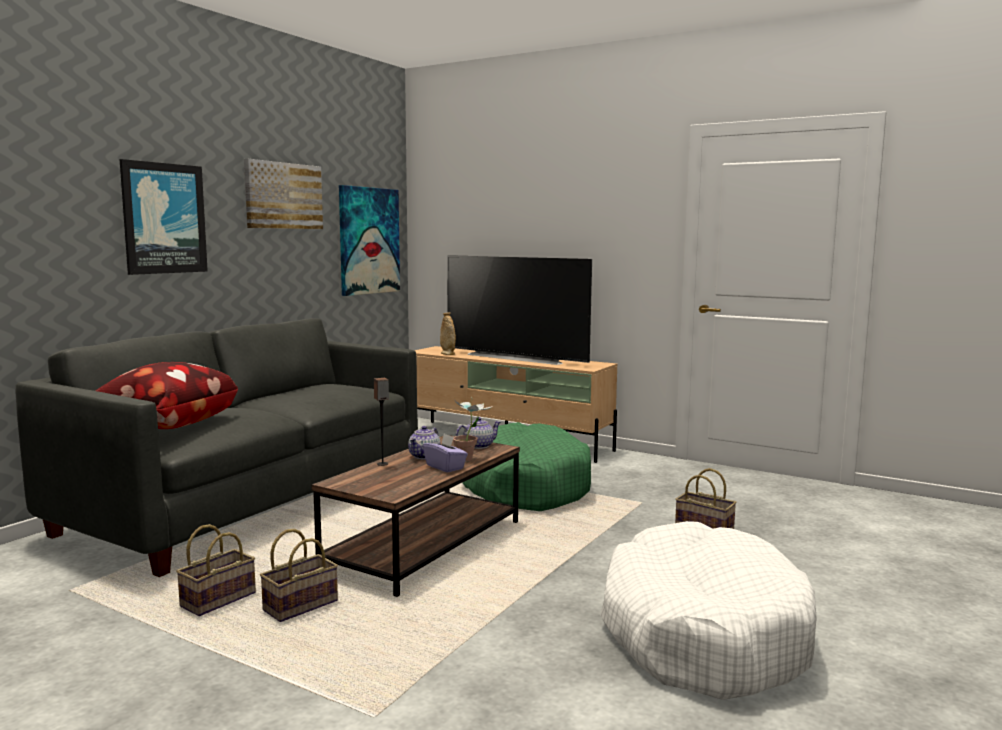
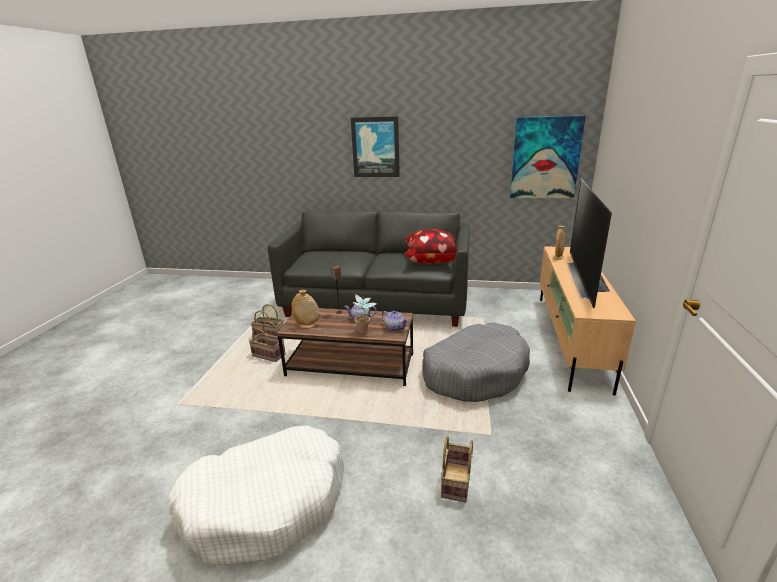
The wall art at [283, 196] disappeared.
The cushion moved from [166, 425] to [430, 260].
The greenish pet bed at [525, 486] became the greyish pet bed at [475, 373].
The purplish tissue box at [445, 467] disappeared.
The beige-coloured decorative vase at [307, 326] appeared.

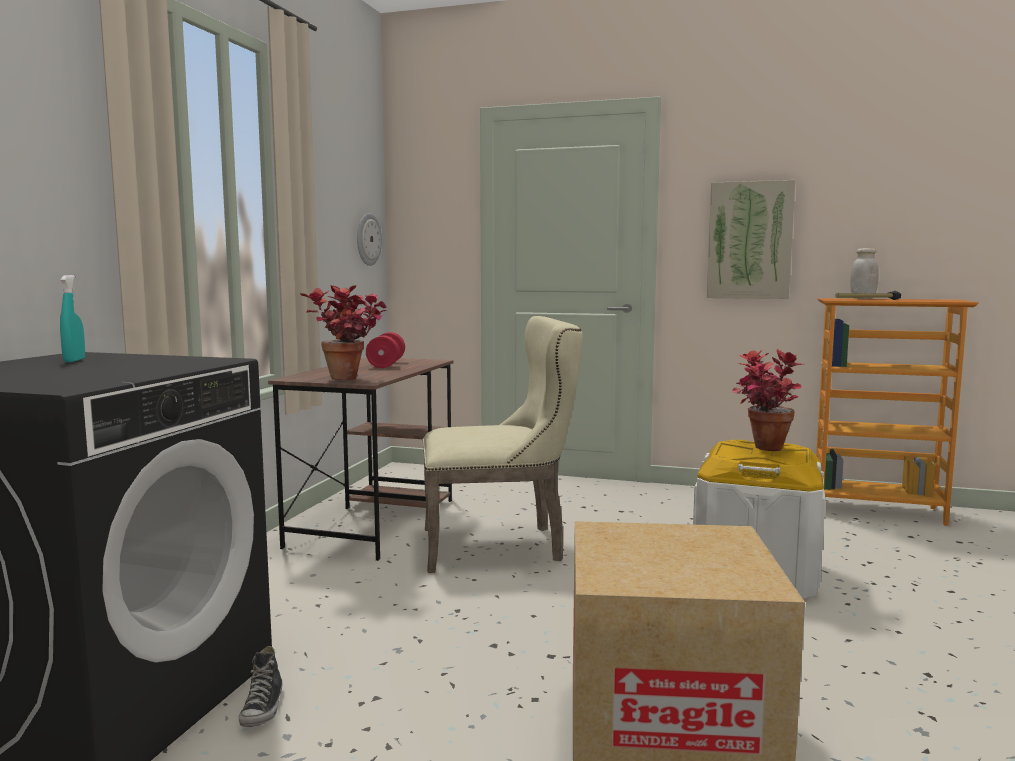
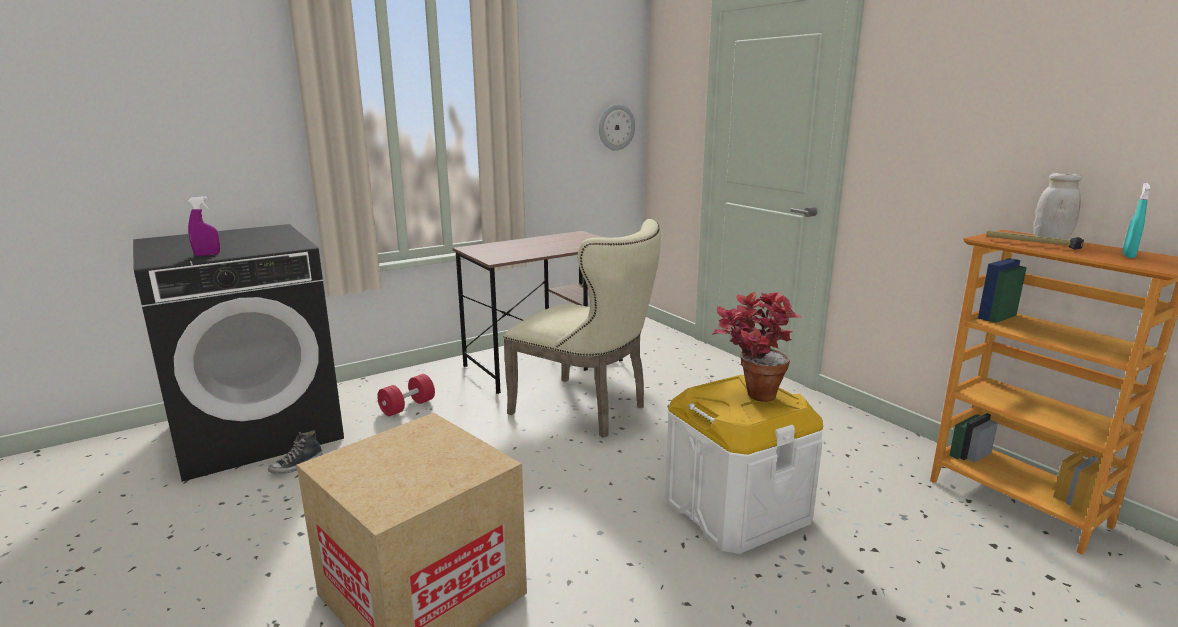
The wall art at [749, 240] disappeared.
The turquoise-coloured hand sprayer moved from [74, 360] to [1128, 255].
The plant in a pot at [350, 380] disappeared.
The reddish dumbbell moved from [386, 364] to [407, 407].
The purplish hand sprayer at [207, 254] appeared.

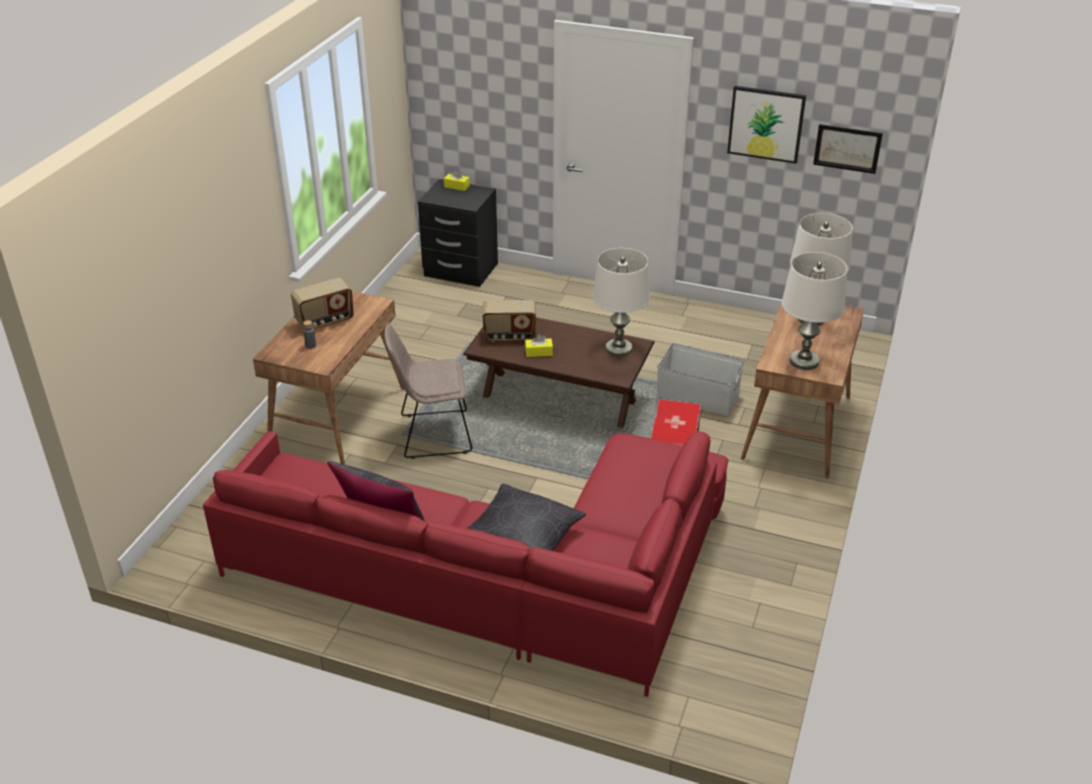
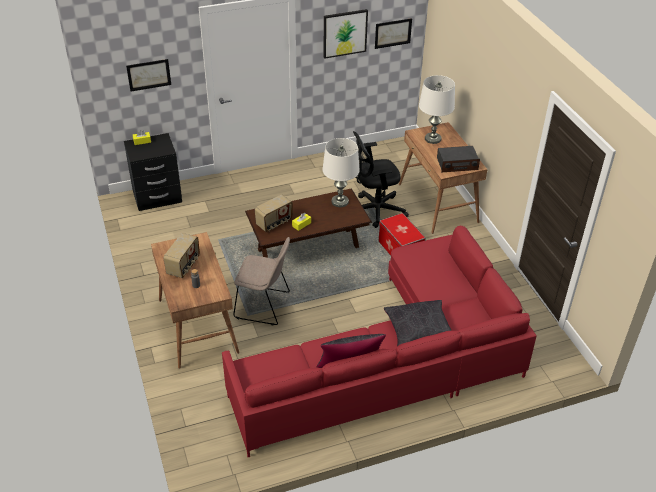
The white lamp for a table at [804, 361] was replaced by the radio at [457, 164].
The beige-coloured upright chair at [432, 434] turned 120 degrees counterclockwise.
The white storage box at [697, 396] was replaced by the blackish office chair at [374, 210].
The wall art at [149, 75] appeared.

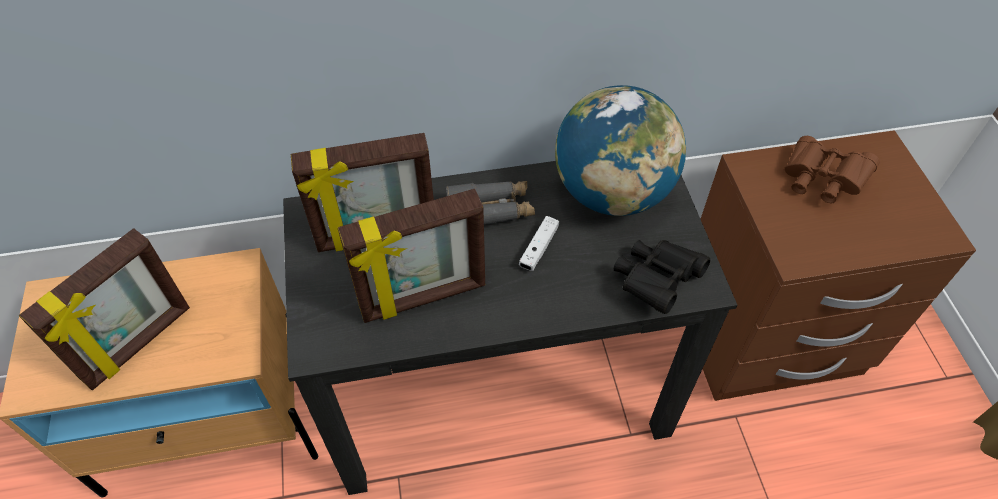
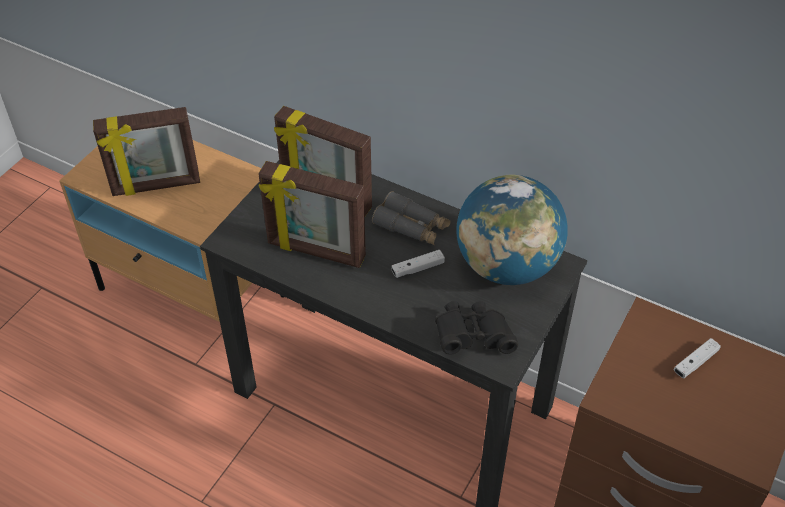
The brown-coloured binoculars at [820, 181] was replaced by the white gamepad at [695, 362].

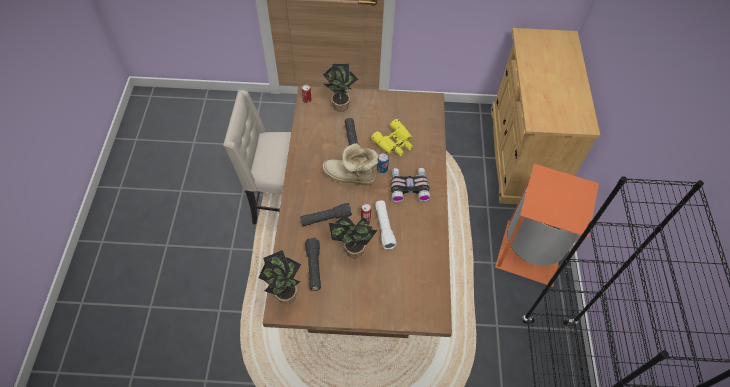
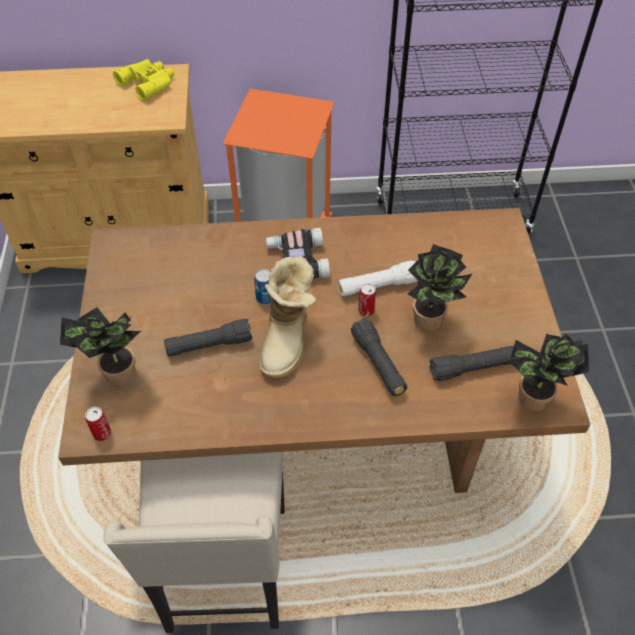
The yellow-coloured binoculars moved from [395, 142] to [149, 82].

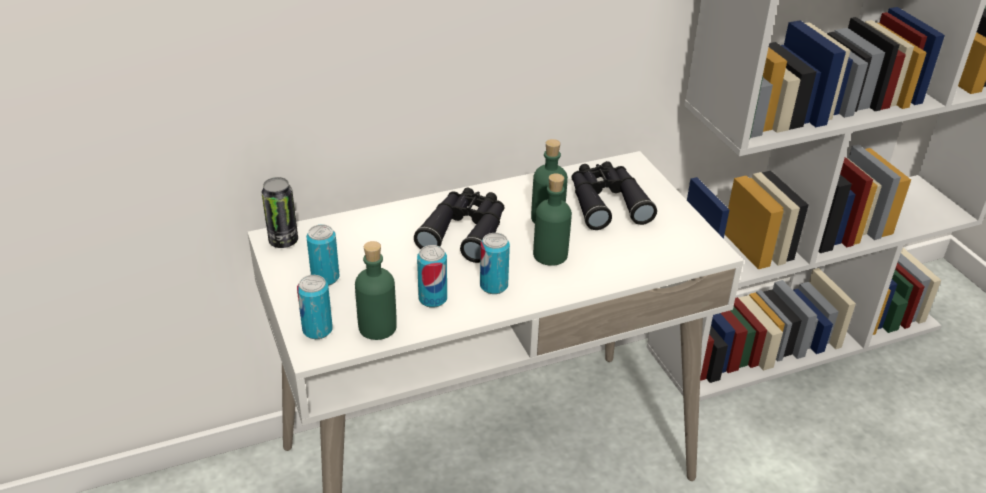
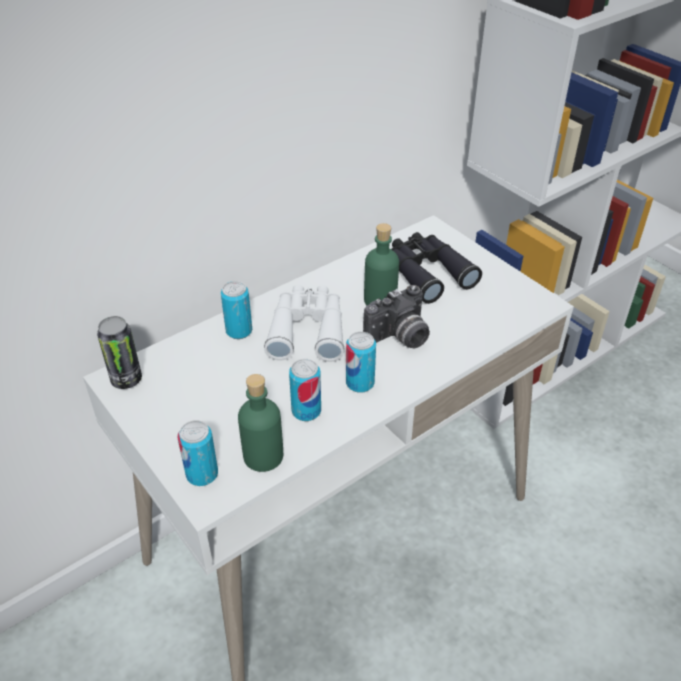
The greenish bottle at [550, 255] was replaced by the photo camera at [399, 338].
The blackish binoculars at [465, 231] became the white binoculars at [307, 330].
The metal can moved from [325, 278] to [239, 331].

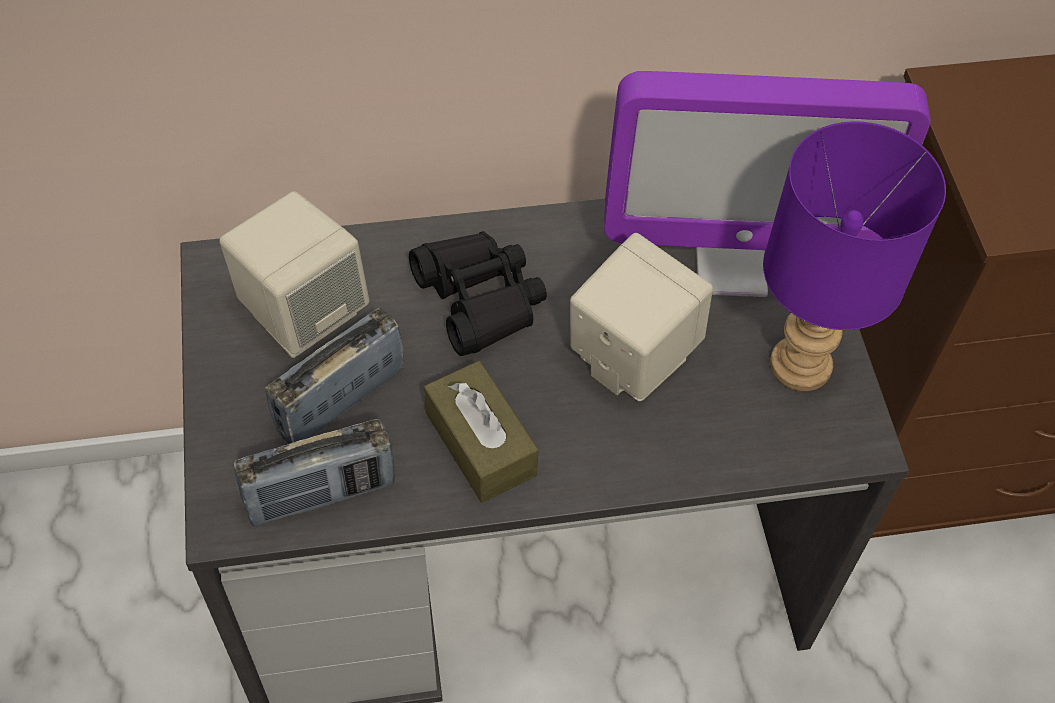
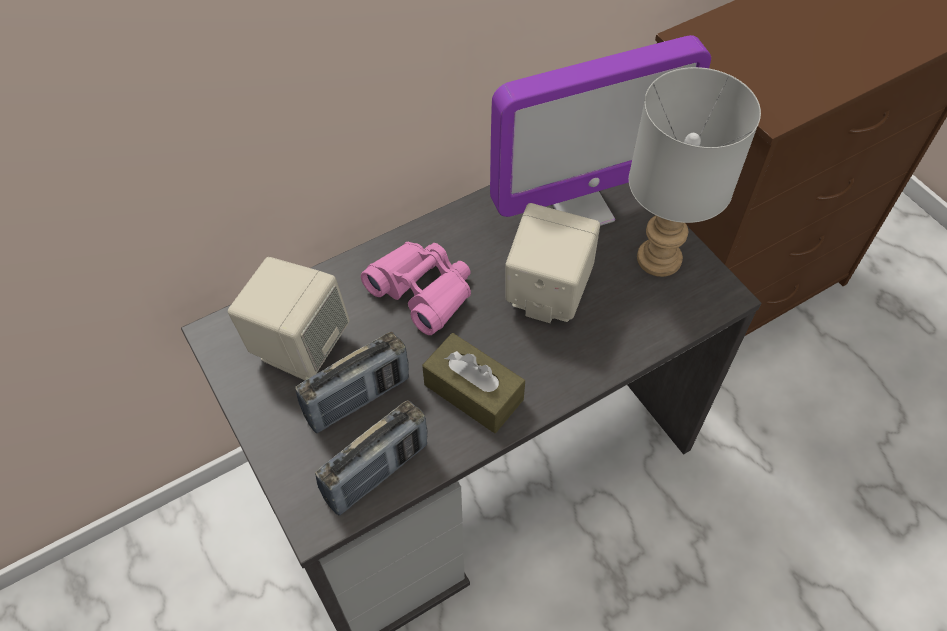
The purplish lamp for a table at [797, 365] became the greyish lamp for a table at [657, 259].
The blackish binoculars at [480, 299] became the pink-coloured binoculars at [422, 291].
The radio at [340, 400] turned 150 degrees counterclockwise.

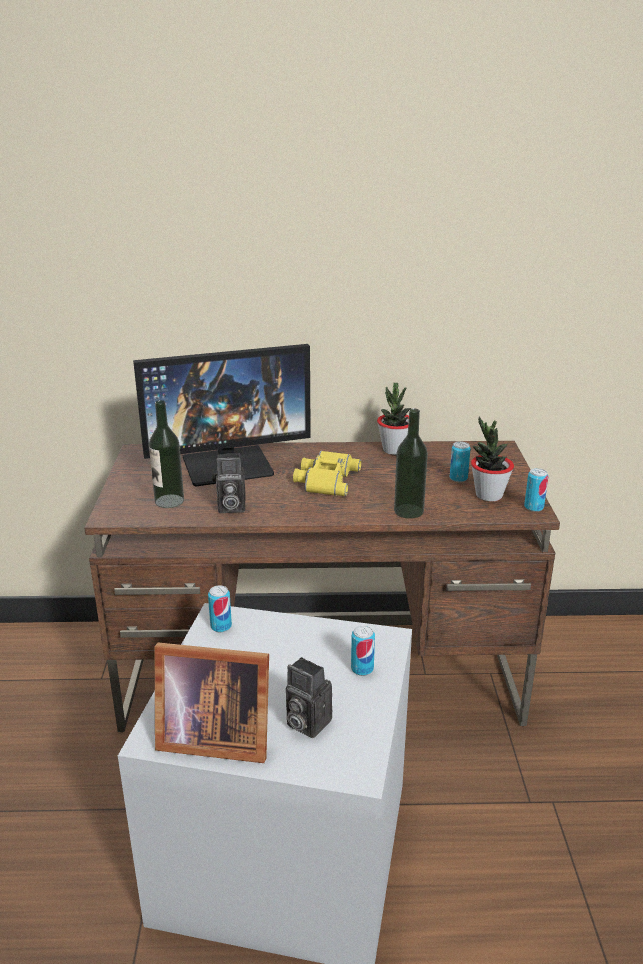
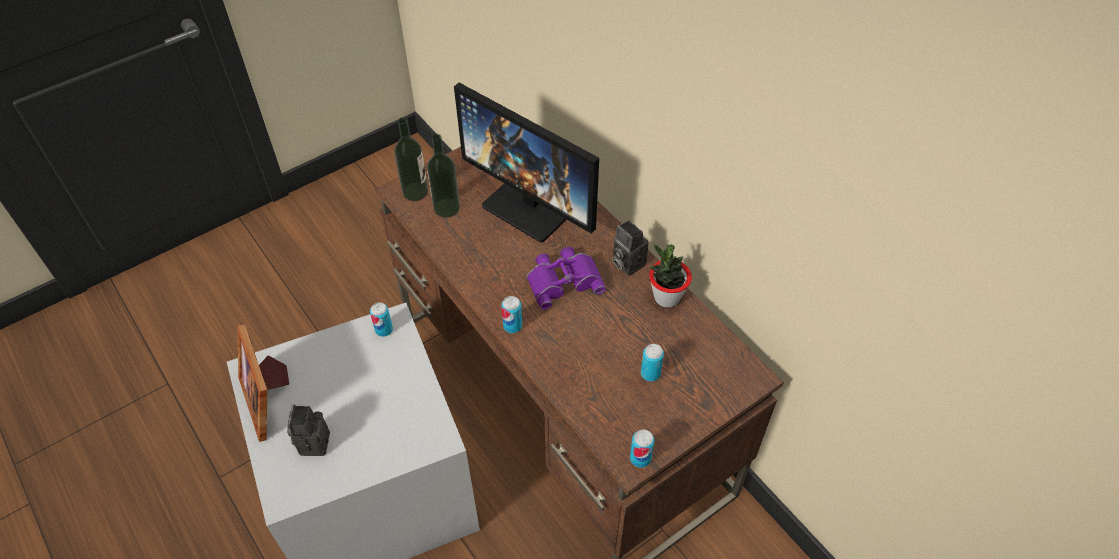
The bottle moved from [408, 511] to [415, 191].
The plant in a pot at [488, 495] disappeared.
The yellow-coloured binoculars at [325, 479] became the purplish binoculars at [563, 280].
The photo camera moved from [229, 507] to [626, 263].
The metal can moved from [362, 669] to [512, 326].

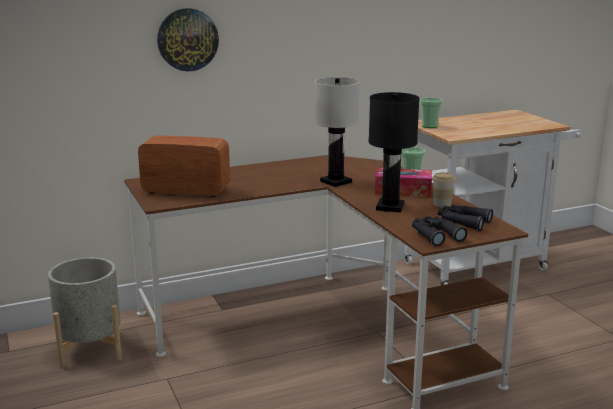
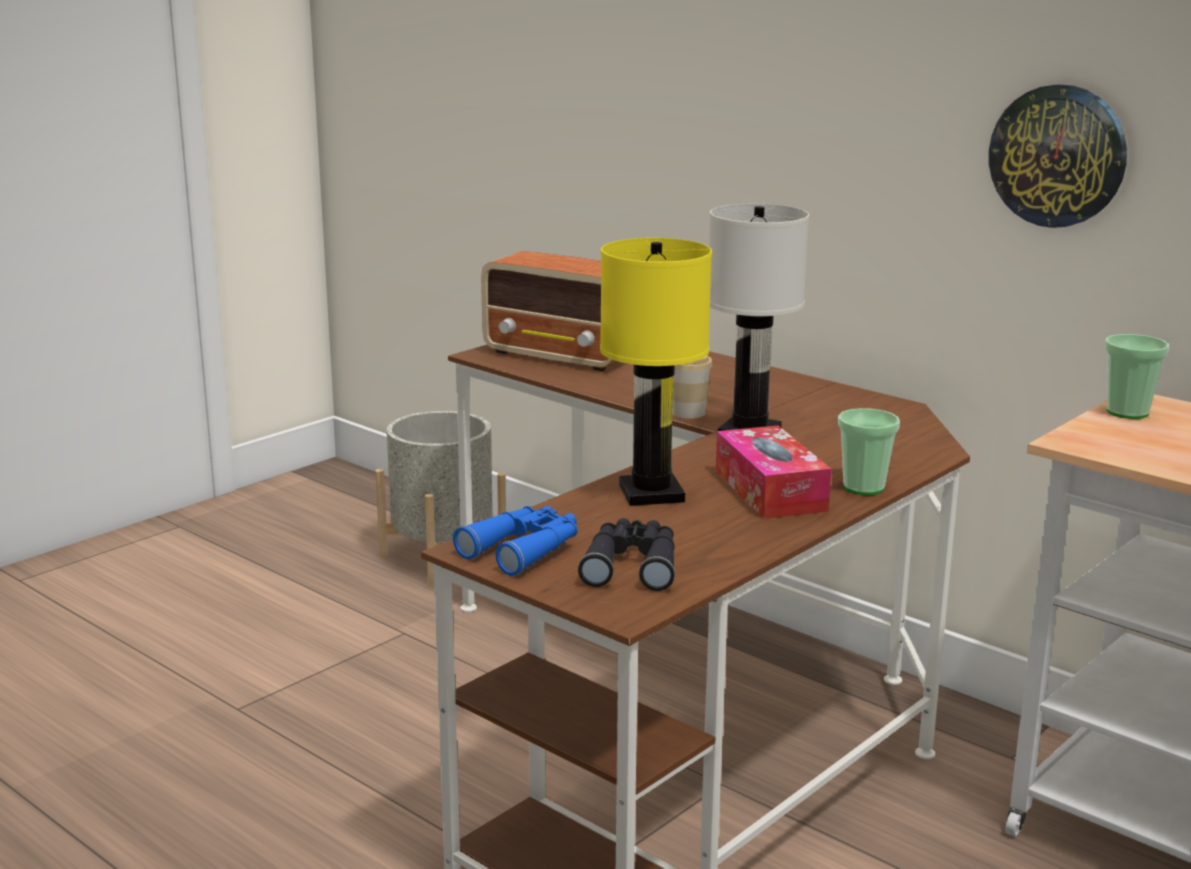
The hanging clock moved from [187, 39] to [1058, 156].
The blackish lamp for a table at [390, 207] became the yellow-coloured lamp for a table at [650, 494].
The radio at [185, 191] turned 135 degrees clockwise.
The drinking cup moved from [442, 204] to [688, 413].
The blackish binoculars at [435, 235] became the bluish binoculars at [524, 549].

